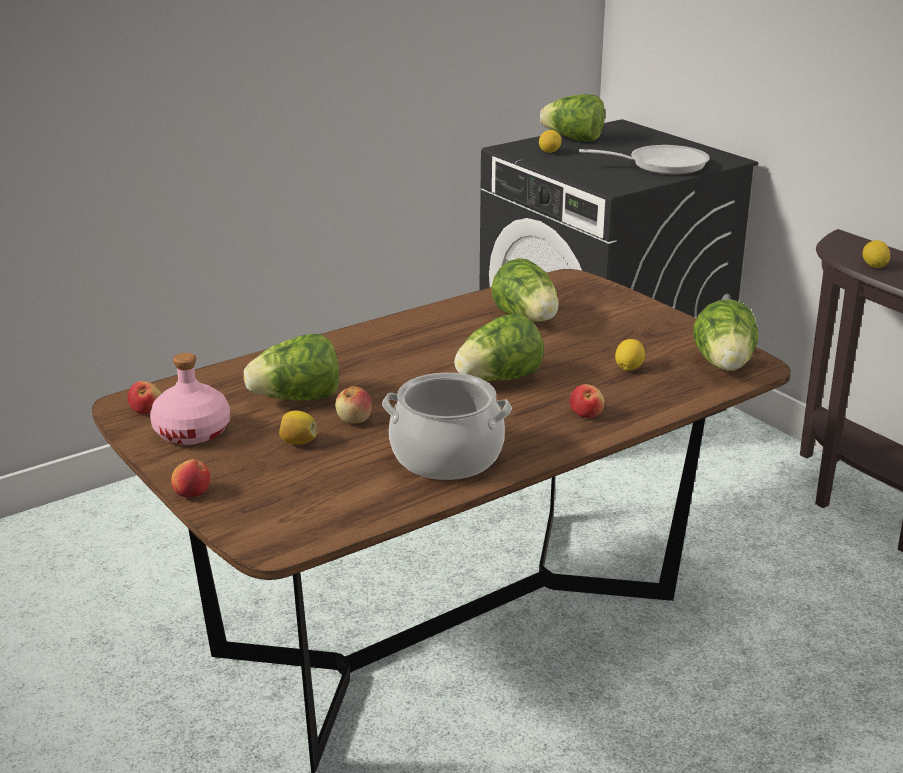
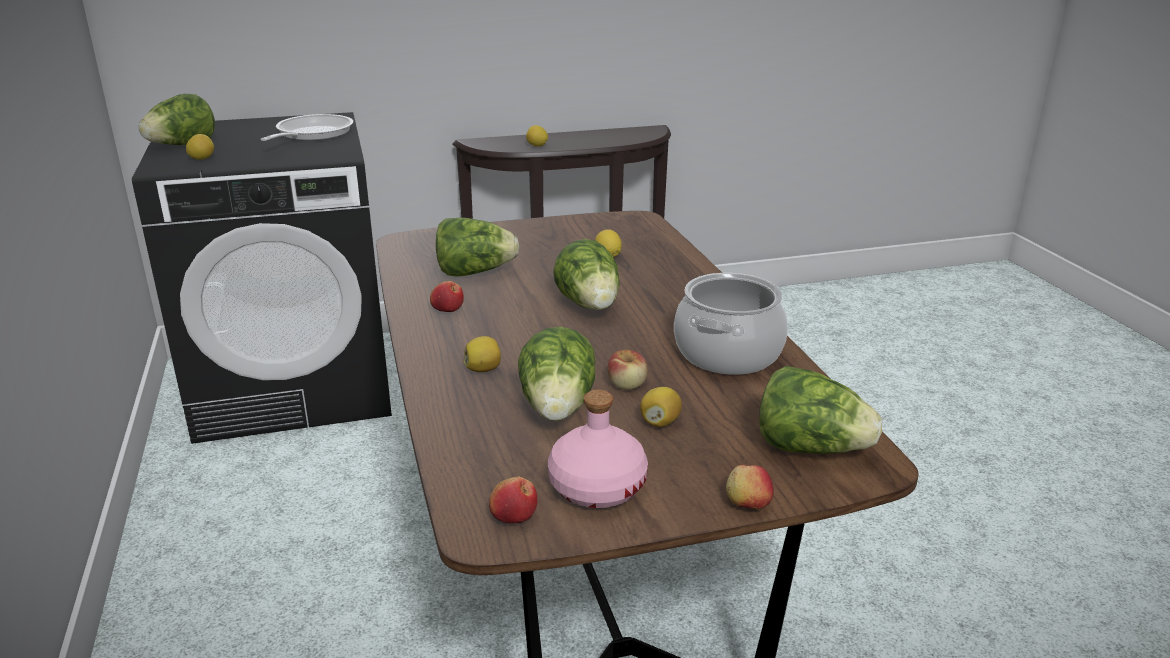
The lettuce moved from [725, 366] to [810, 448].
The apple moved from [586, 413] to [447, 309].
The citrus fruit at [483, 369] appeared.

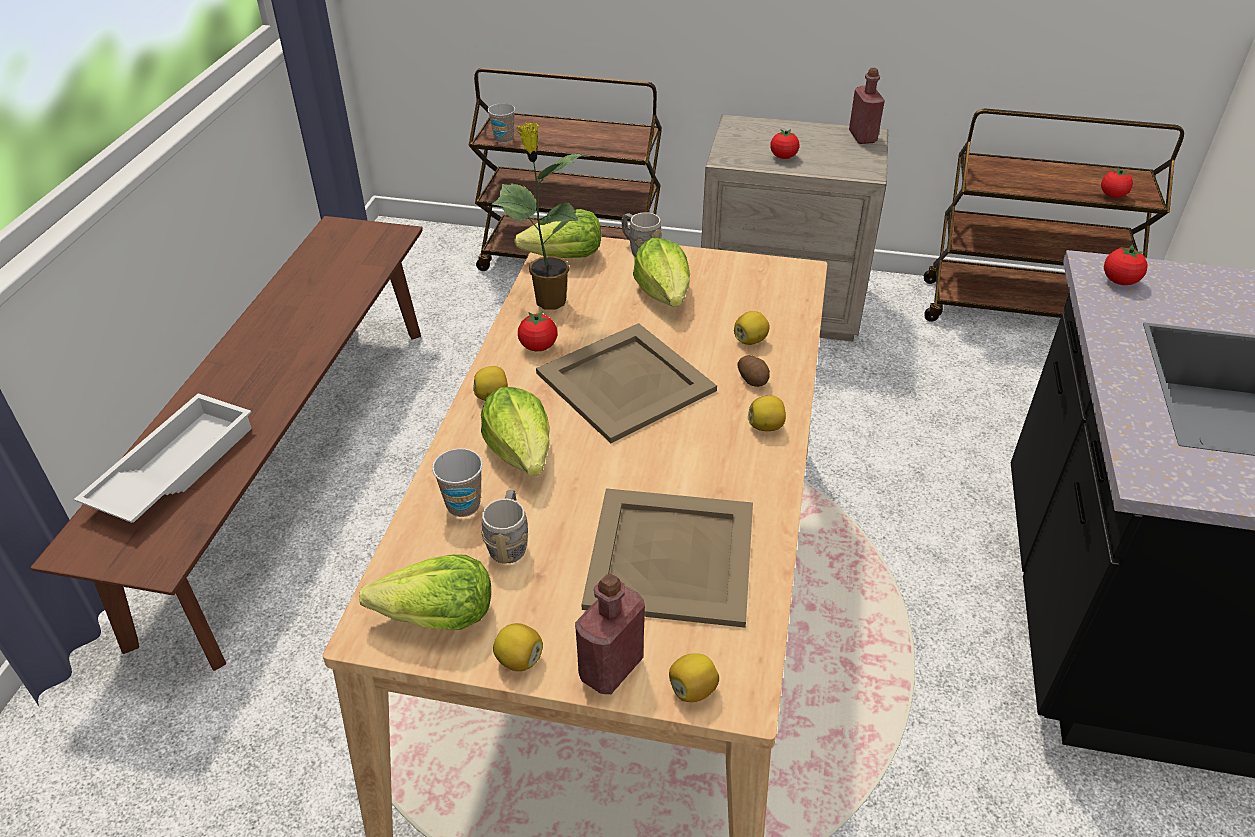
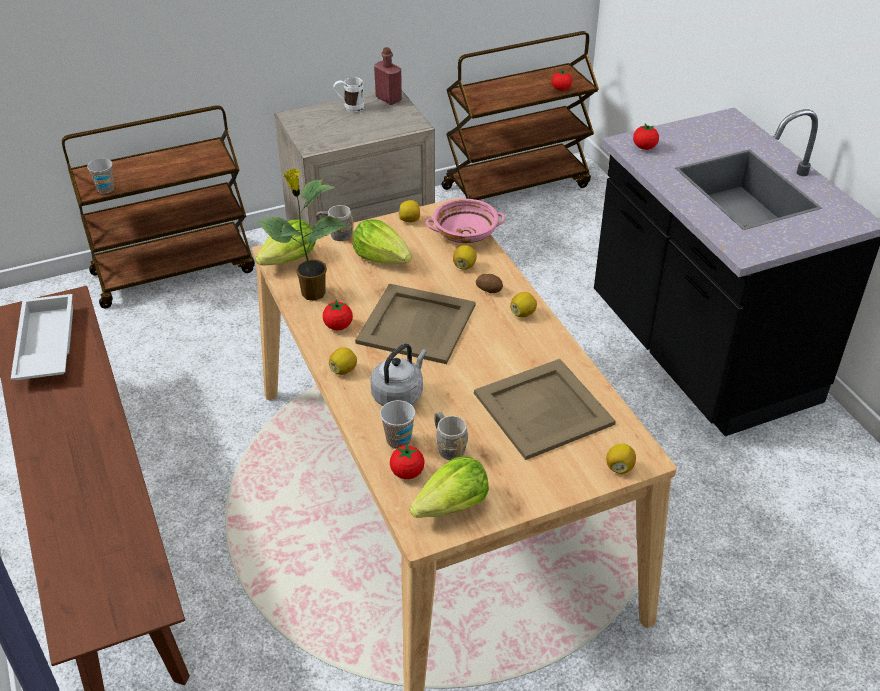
The fresh tomato moved from [783, 157] to [407, 473].
The lettuce at [521, 452] was replaced by the greyish water kettle at [399, 394].
The white tray moved from [172, 467] to [45, 346].
The reddish bottle at [611, 668] disappeared.
The citrus fruit moved from [519, 660] to [410, 220].
The white coffee mug at [349, 108] appeared.
The pink-coloured serving bowl at [465, 234] appeared.

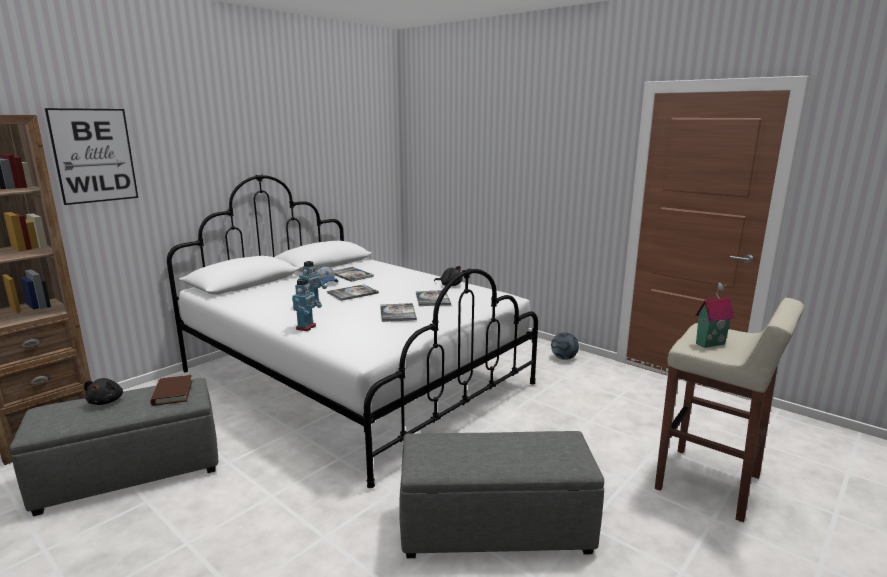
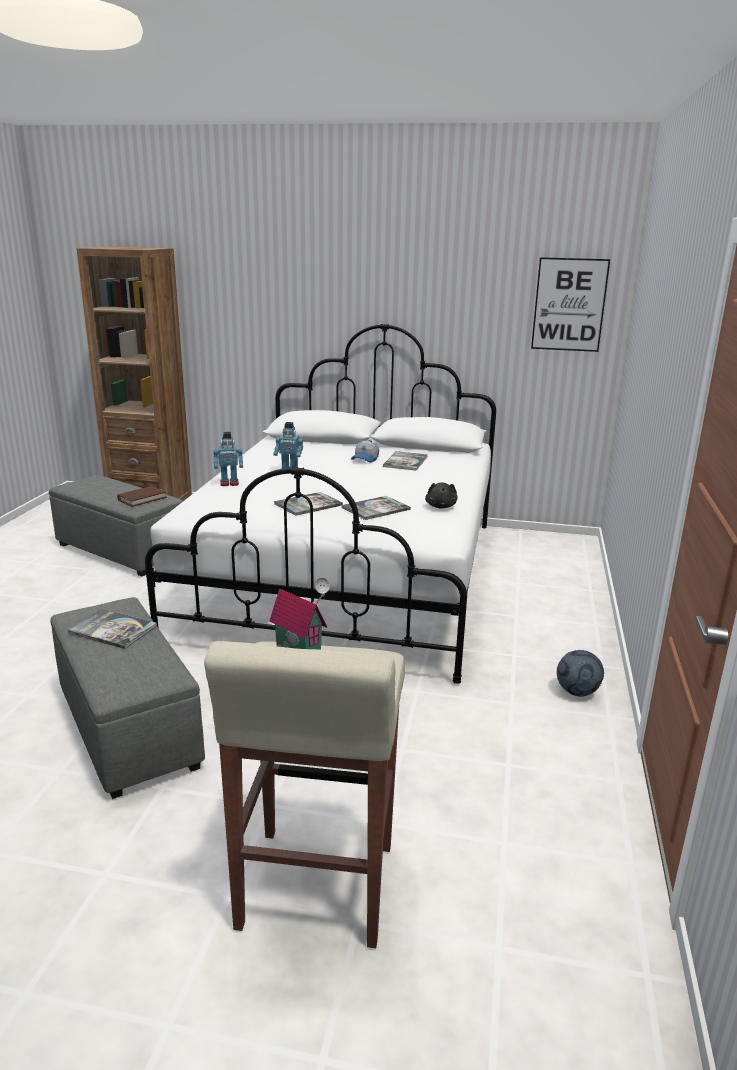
The wall art moved from [94, 155] to [569, 305].
The volume moved from [352, 293] to [113, 629].
The blackish soft toy at [106, 401] disappeared.

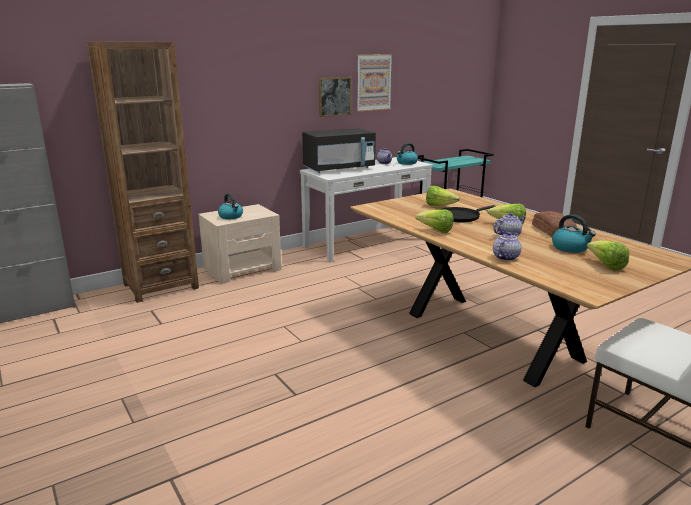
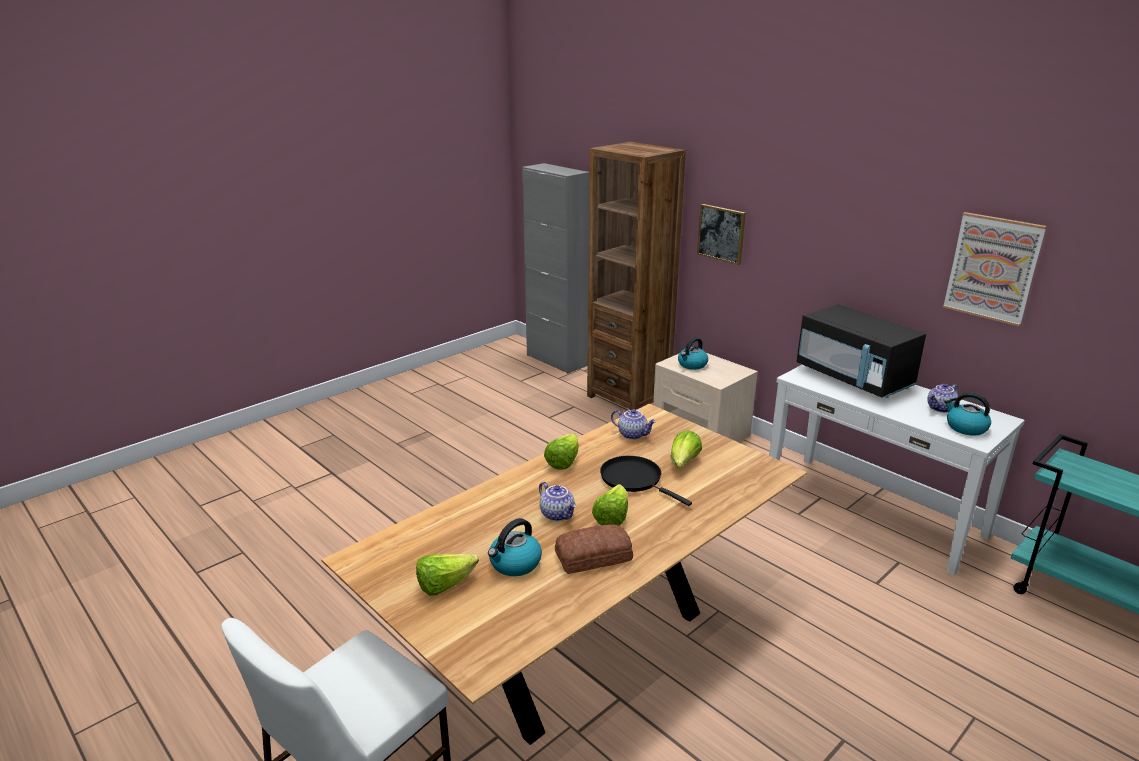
The wall art moved from [334, 96] to [721, 233].
The tea pot moved from [505, 257] to [633, 434].

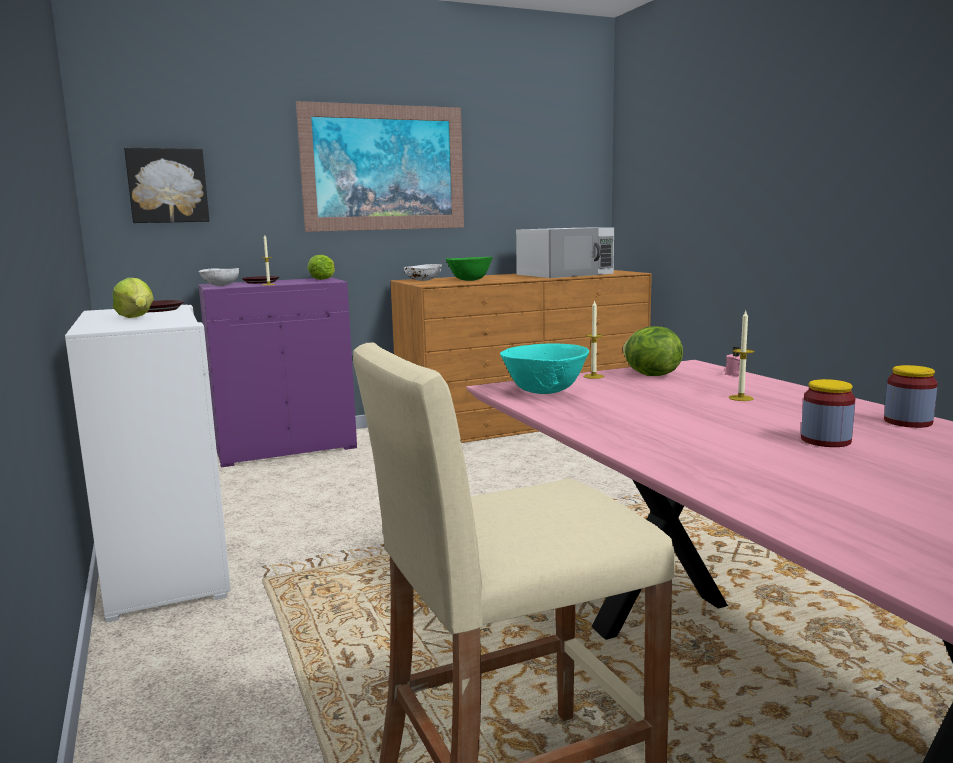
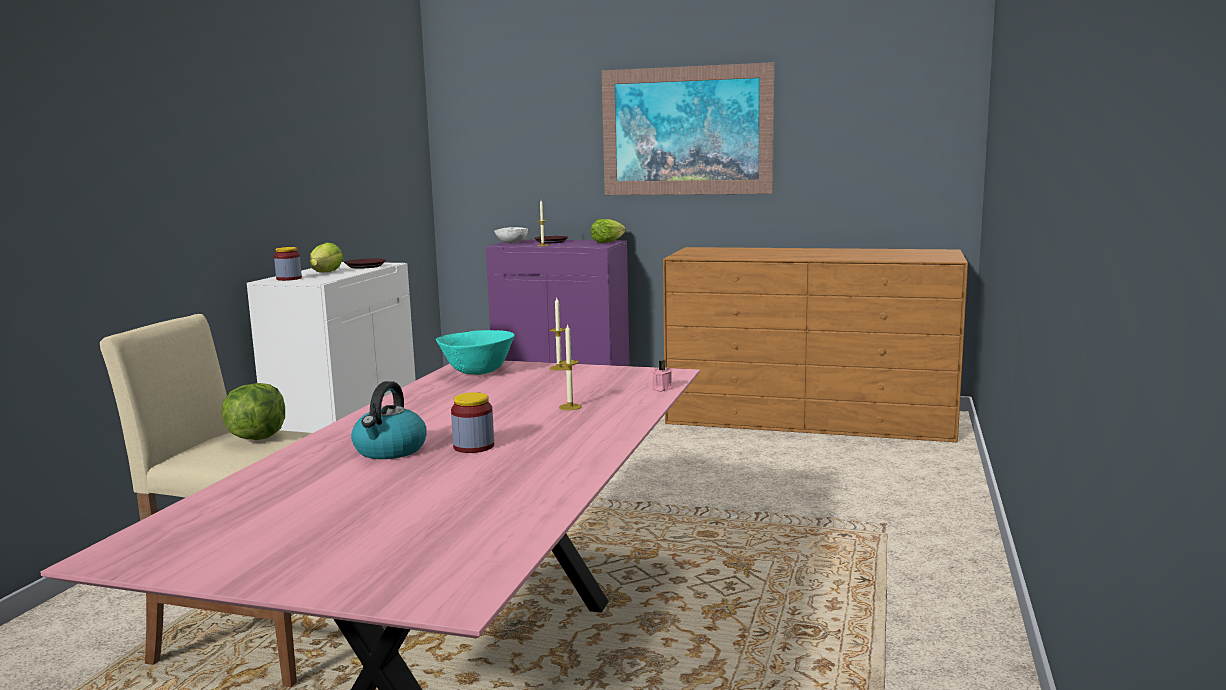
The wall art at [167, 186] disappeared.
The white kitchen microwave at [565, 274] disappeared.
The greenish serving bowl at [469, 280] disappeared.
The white serving bowl at [423, 280] disappeared.
The lettuce moved from [650, 375] to [257, 437].
The preserve jar moved from [908, 422] to [289, 279].
The water kettle at [390, 450] appeared.

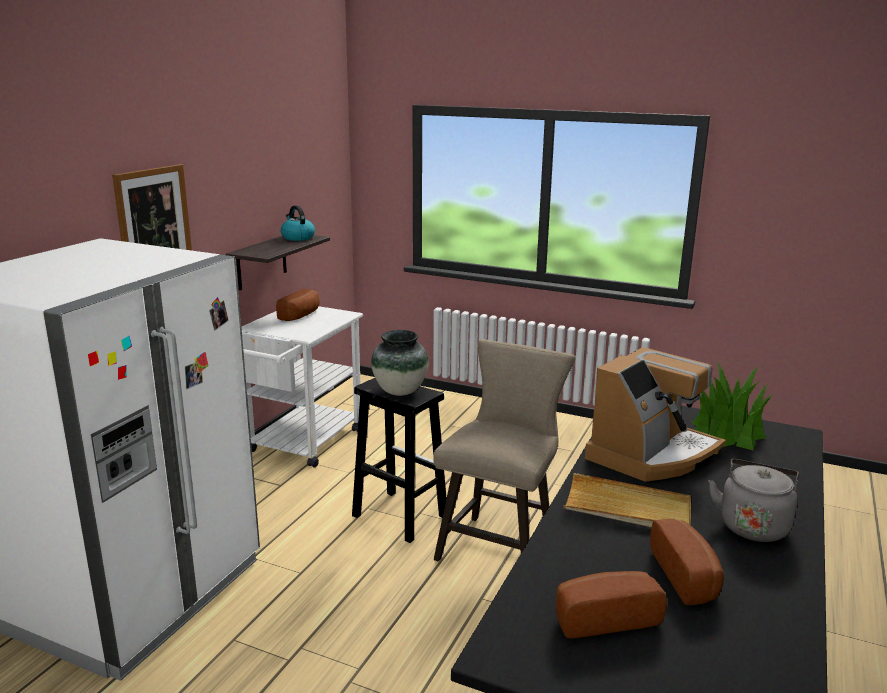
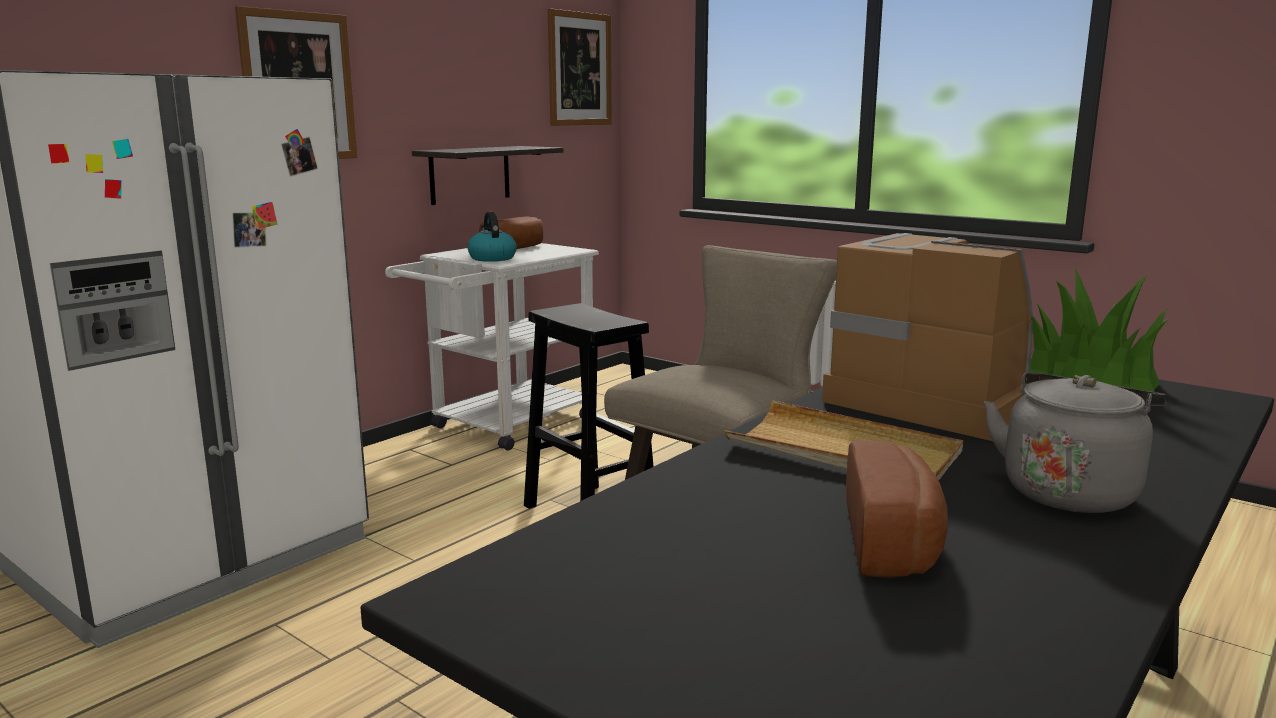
The water kettle moved from [297, 237] to [492, 258].
The decorative vase at [399, 391] disappeared.
The coffee brewer at [651, 454] turned 105 degrees counterclockwise.
The baked bread at [603, 617] disappeared.
The wall art at [579, 69] appeared.

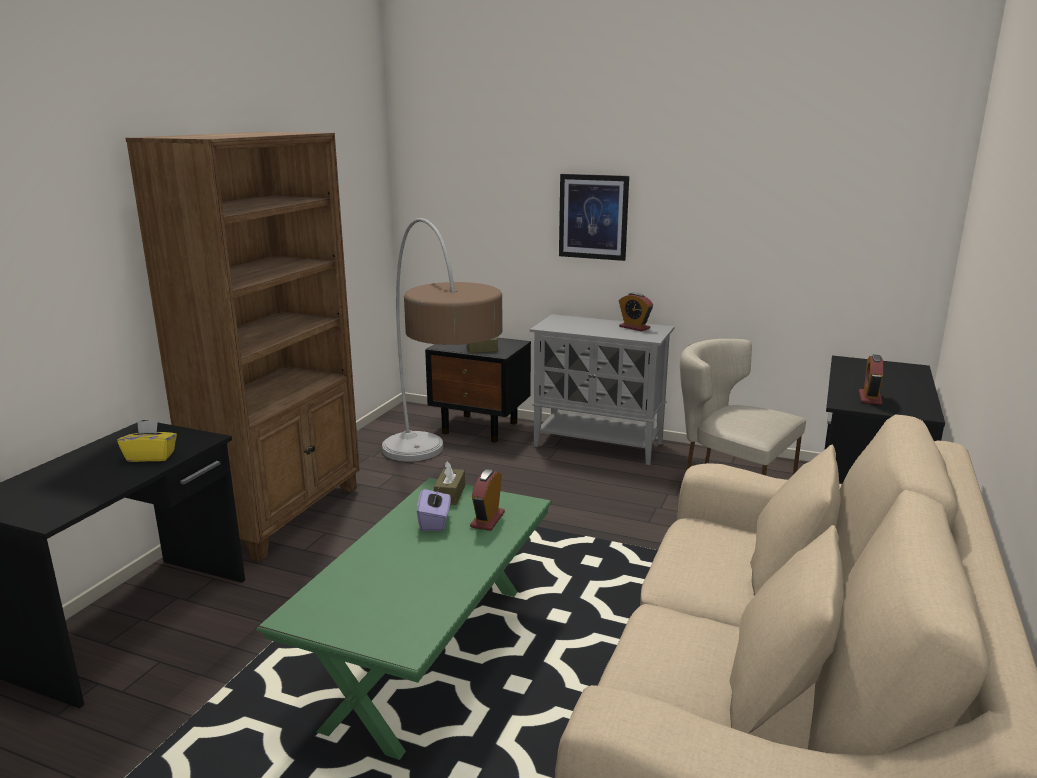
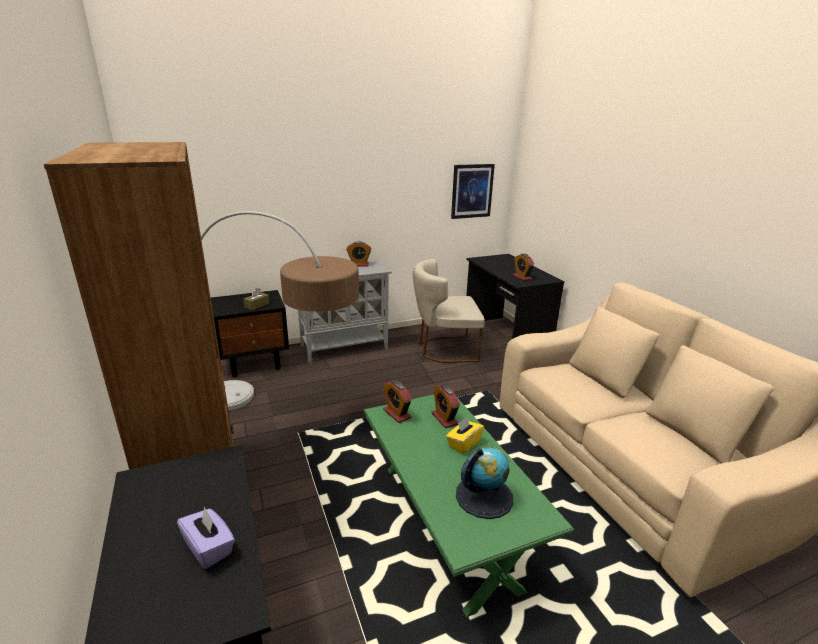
The wall art moved from [593, 217] to [472, 191].
The yellow-coloured tissue box moved from [151, 457] to [463, 444].
The brown-coloured tissue box at [450, 494] was replaced by the table clock at [397, 414].
The purplish tissue box moved from [435, 522] to [209, 548].
The globe at [484, 496] appeared.

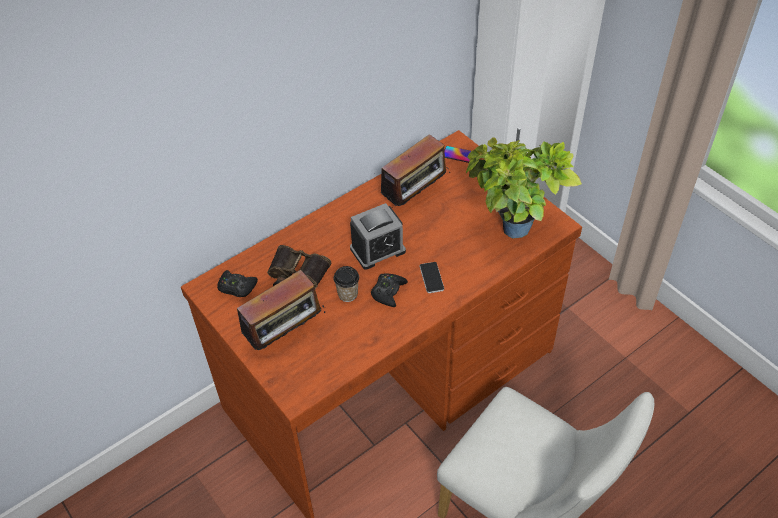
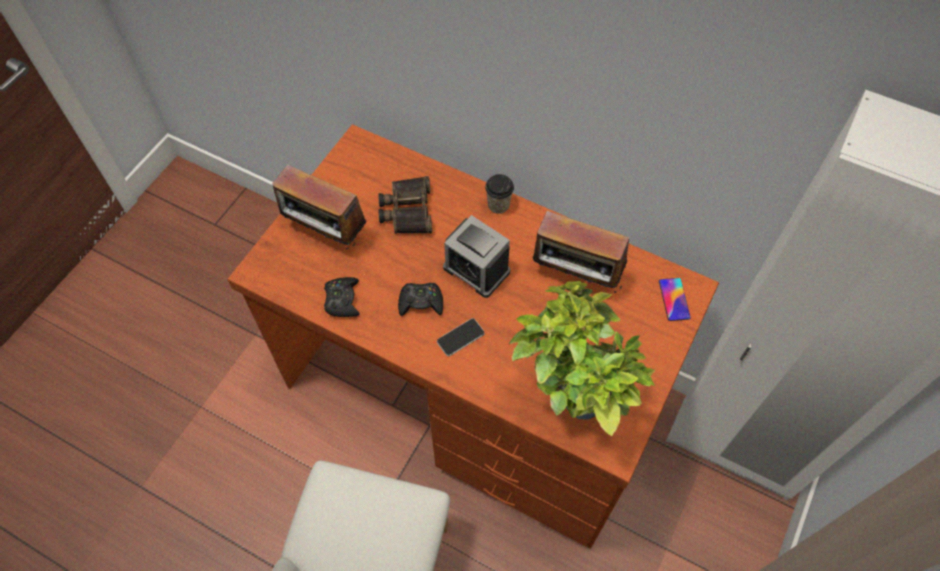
The drinking cup moved from [348, 294] to [498, 205].
The blackish gamepad moved from [237, 287] to [342, 300].

